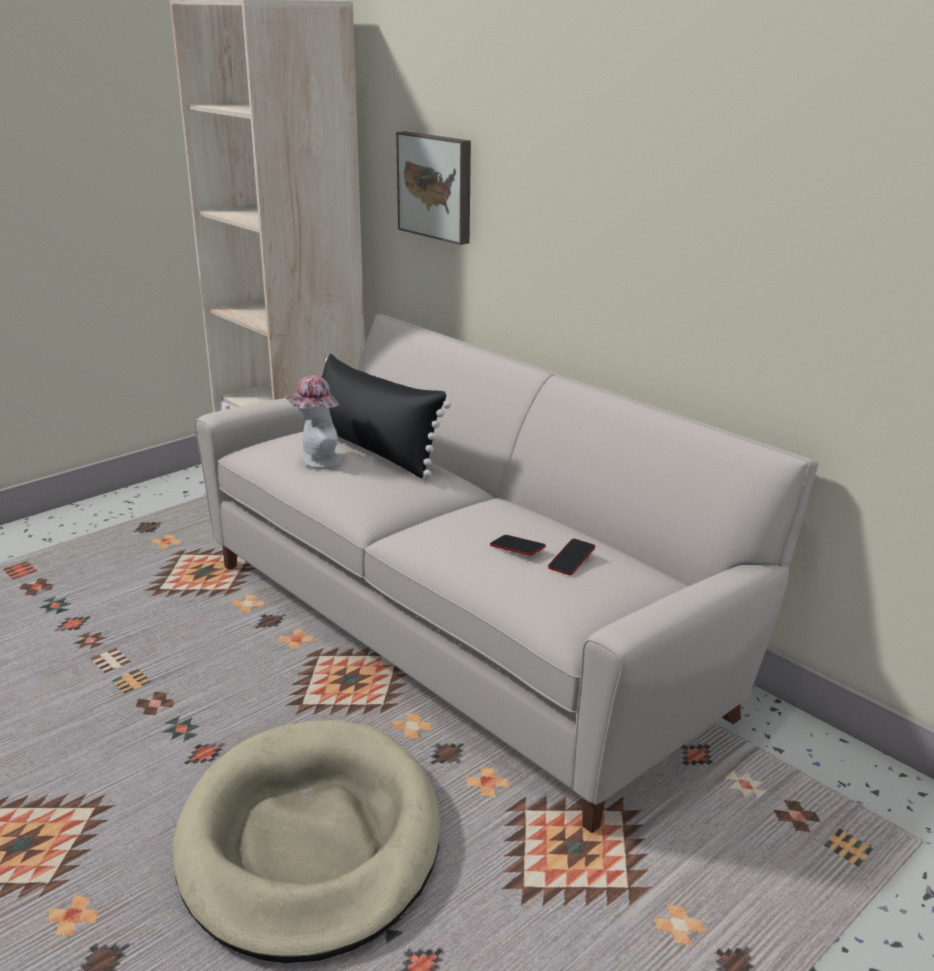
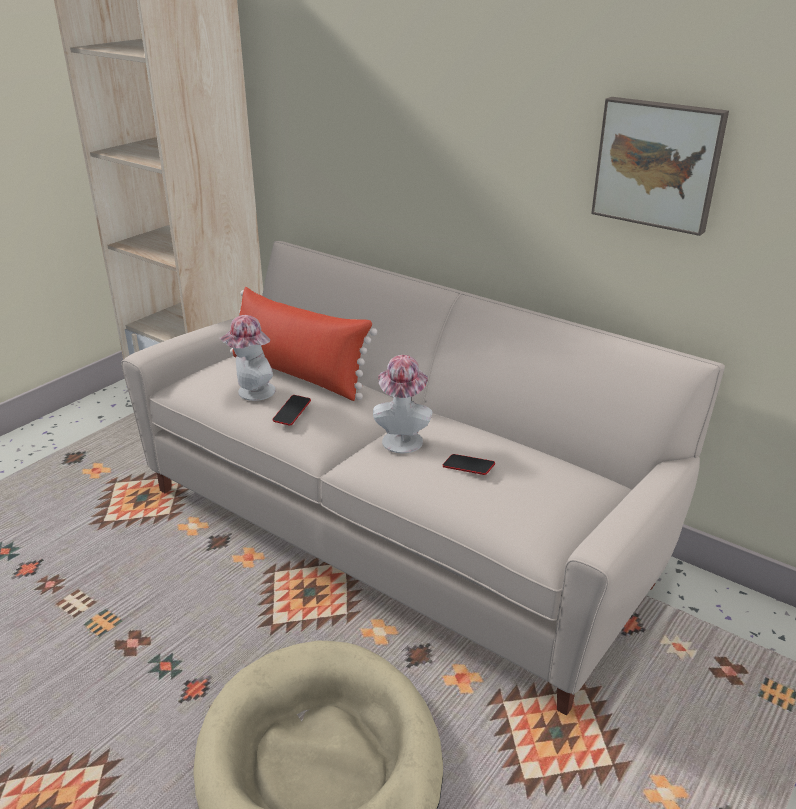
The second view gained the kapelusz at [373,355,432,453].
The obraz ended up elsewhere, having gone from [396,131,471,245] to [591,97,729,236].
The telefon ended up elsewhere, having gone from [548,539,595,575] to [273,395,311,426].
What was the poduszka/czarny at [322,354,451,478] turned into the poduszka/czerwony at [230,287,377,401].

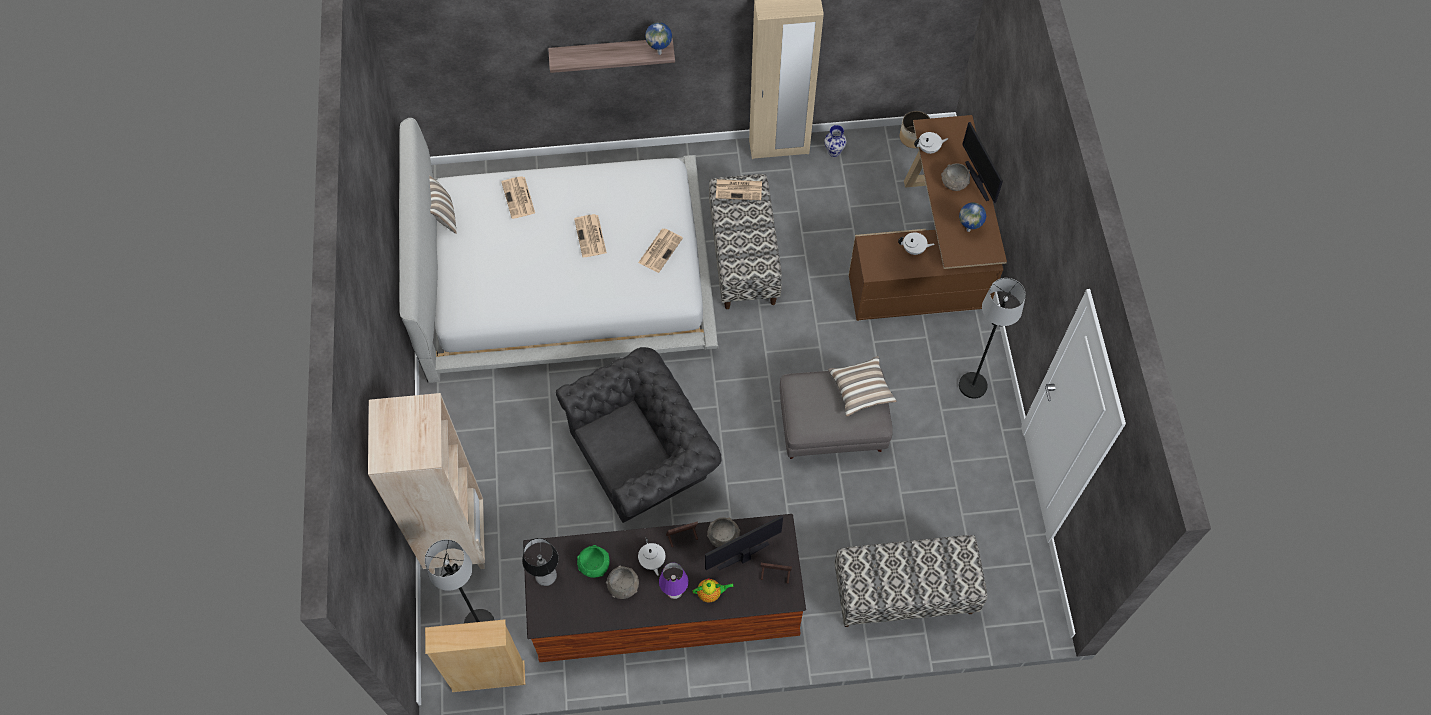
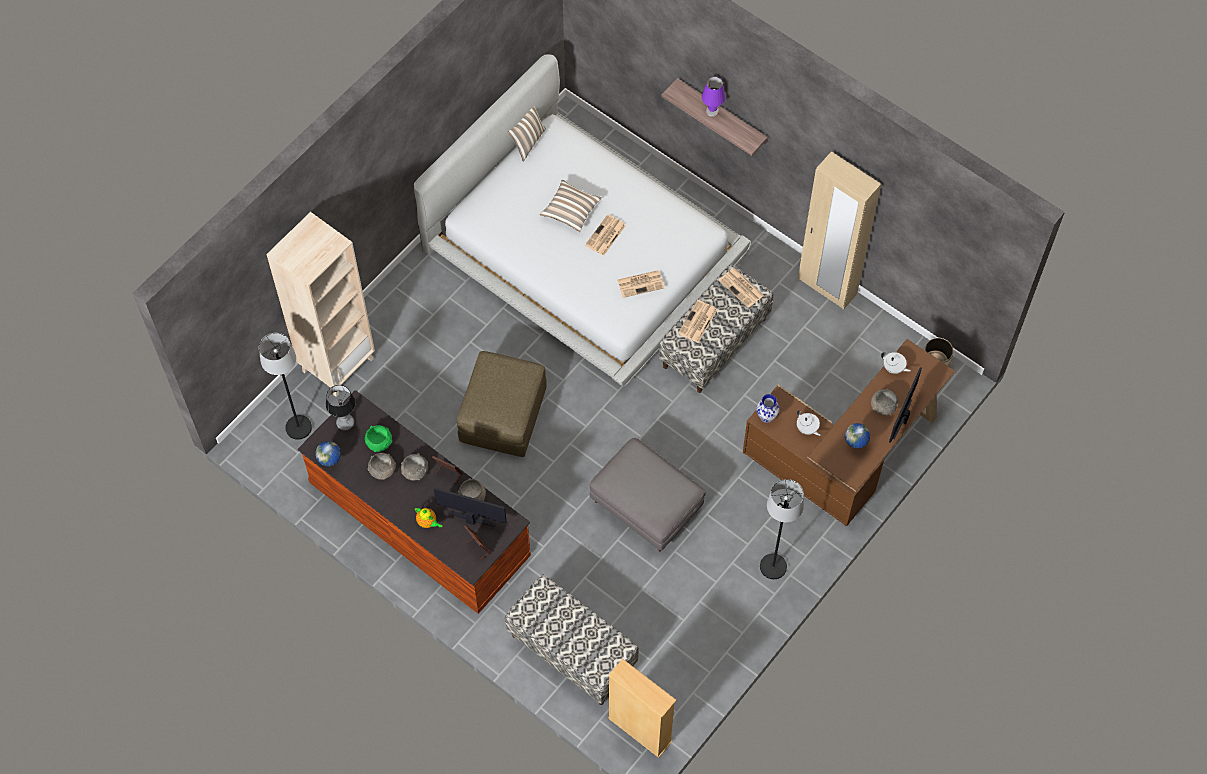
The regał/beżowy ended up elsewhere, having gone from [425,619,525,692] to [608,659,676,758].
The gazeta ended up elsewhere, having gone from [501,176,535,219] to [678,300,717,343].
The globus ended up elsewhere, having gone from [645,22,672,55] to [316,441,341,466].
The lampa stołowa/fioletowy ended up elsewhere, having gone from [659,563,689,599] to [702,77,725,117].
The wazon ended up elsewhere, having gone from [824,125,847,157] to [757,394,780,423].
The poduszka ended up elsewhere, having gone from [828,356,896,417] to [540,179,602,232].
Where the fotel/szary stood at [556,347,722,523], the pufa/brązowy came to stand at [457,351,547,457].
Where the imbryk/biały stood at [638,538,665,576], the miska/szary came to stand at [401,453,428,480].

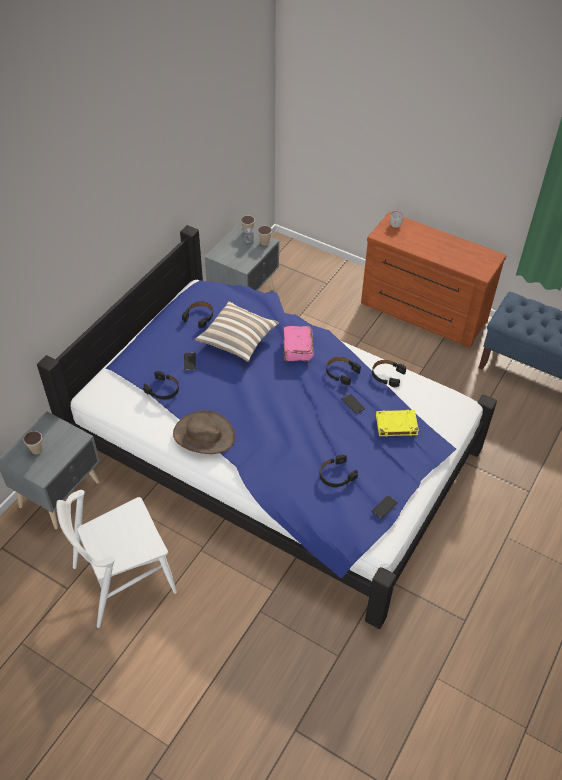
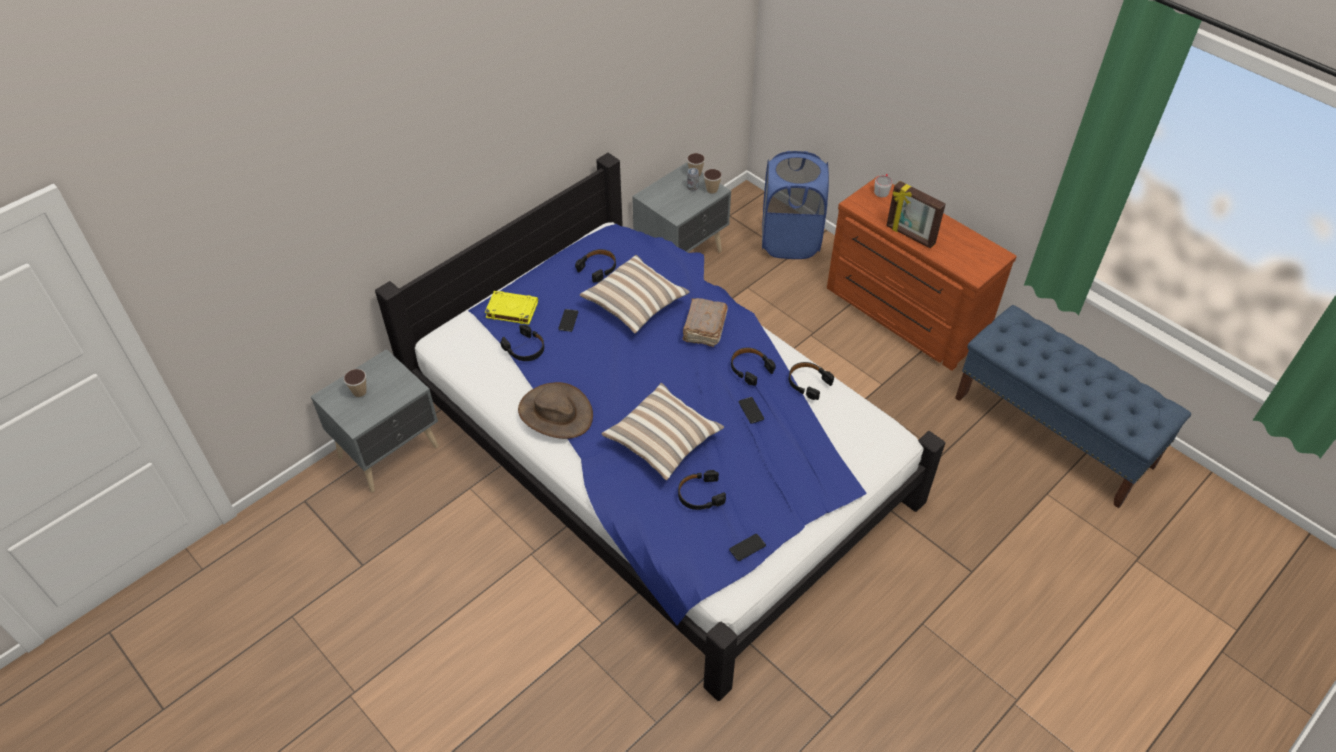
The second view lost the krzesło/biały at [56,490,177,628].
The second view gained the poduszka at [601,383,724,480].
The second view gained the kosz na pranie/niebieski at [762,151,829,259].
The second view gained the ramka na zdjęcie at [886,181,946,249].
The książka/żółty ended up elsewhere, having gone from [376,410,419,437] to [485,291,538,324].
What was the książka/różowy at [283,326,314,361] turned into the książka/brązowy at [682,298,728,347].

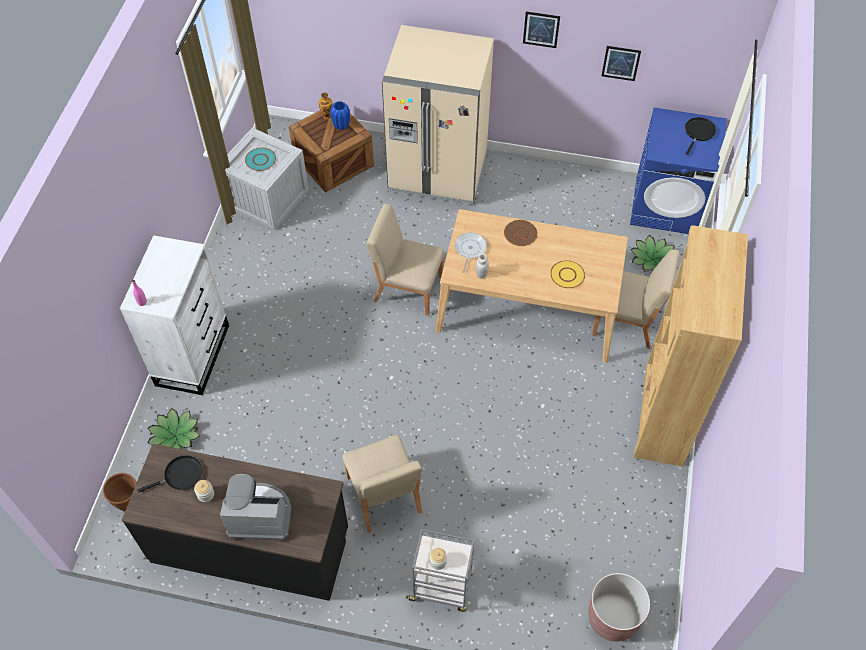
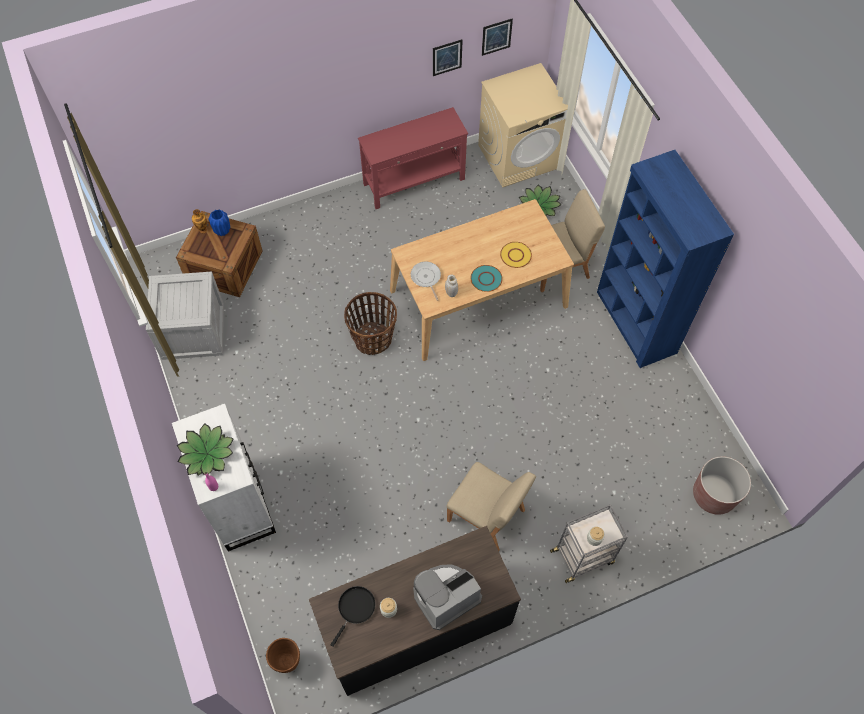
The second view lost the lodówka/beżowy at [382,25,494,205].
The second view lost the talerz/brązowy at [504,220,538,246].
The second view lost the patelnia/czarny at [685,117,716,155].
The second view gained the stolik konsolowy/czerwony at [358,107,468,209].
The roślina doniczkowa ended up elsewhere, having gone from [148,408,200,449] to [177,423,234,475].
The talerz/turkusowy ended up elsewhere, having gone from [245,148,276,171] to [471,265,503,292].
The obraz ended up elsewhere, having gone from [523,11,560,48] to [482,19,513,56].
Where the krzesło/beżowy stood at [367,203,444,316], the koszyk came to stand at [344,292,397,355].
What was the pralka/niebieski at [630,108,727,234] turned into the pralka/beżowy at [478,63,568,187].
What was the regał/brązowy at [634,225,748,467] turned into the regał/niebieski at [597,150,734,368].

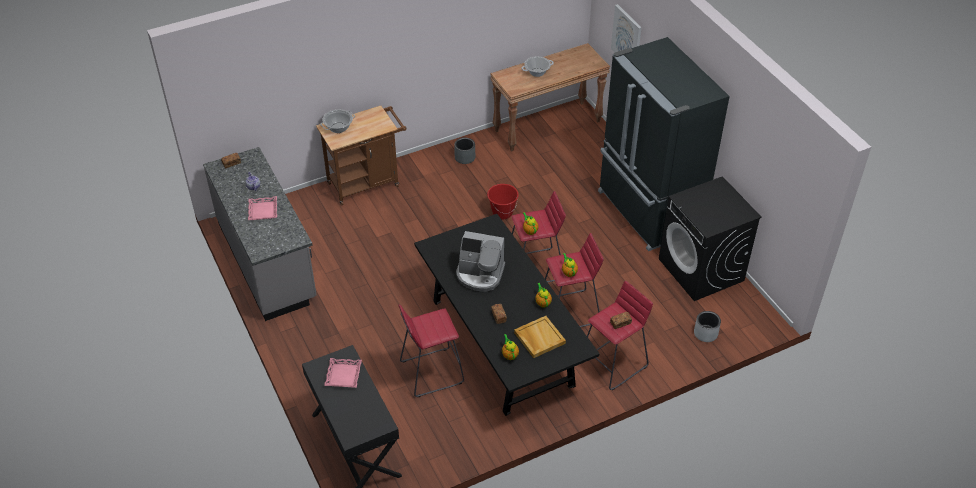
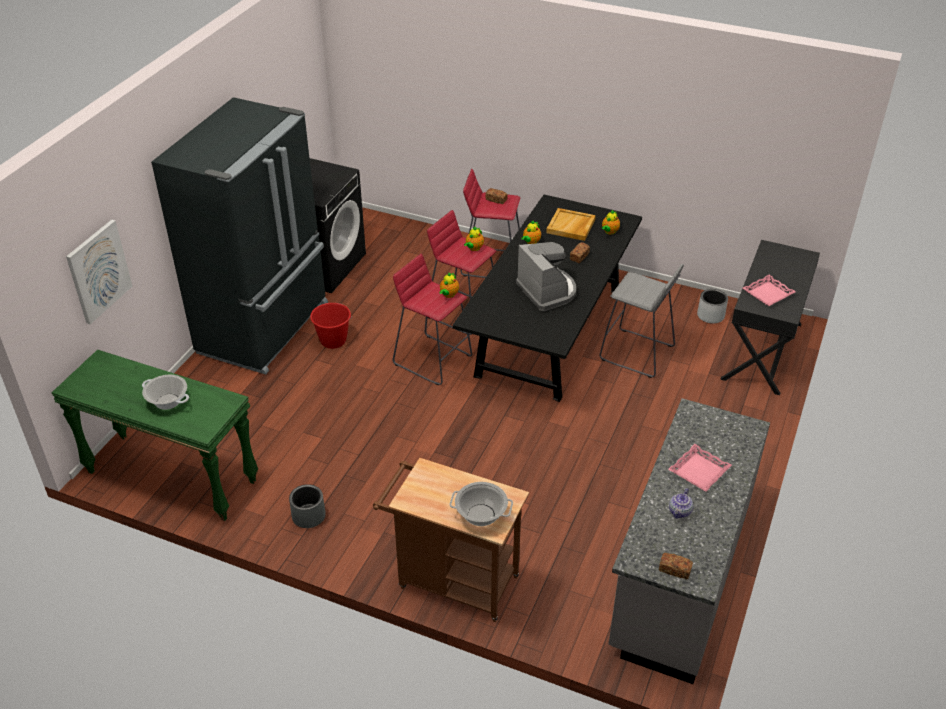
The wiadro/czerwony ended up elsewhere, having gone from [487,184,519,220] to [310,303,352,349].
The donica/szary ended up elsewhere, having gone from [694,311,721,342] to [697,289,728,324].
What was the stołek/czerwony at [399,304,464,397] turned into the stołek/szary at [600,264,684,378].
What was the stolik konsolowy/brązowy at [490,43,610,152] turned into the stolik konsolowy/zielony at [52,350,258,521].

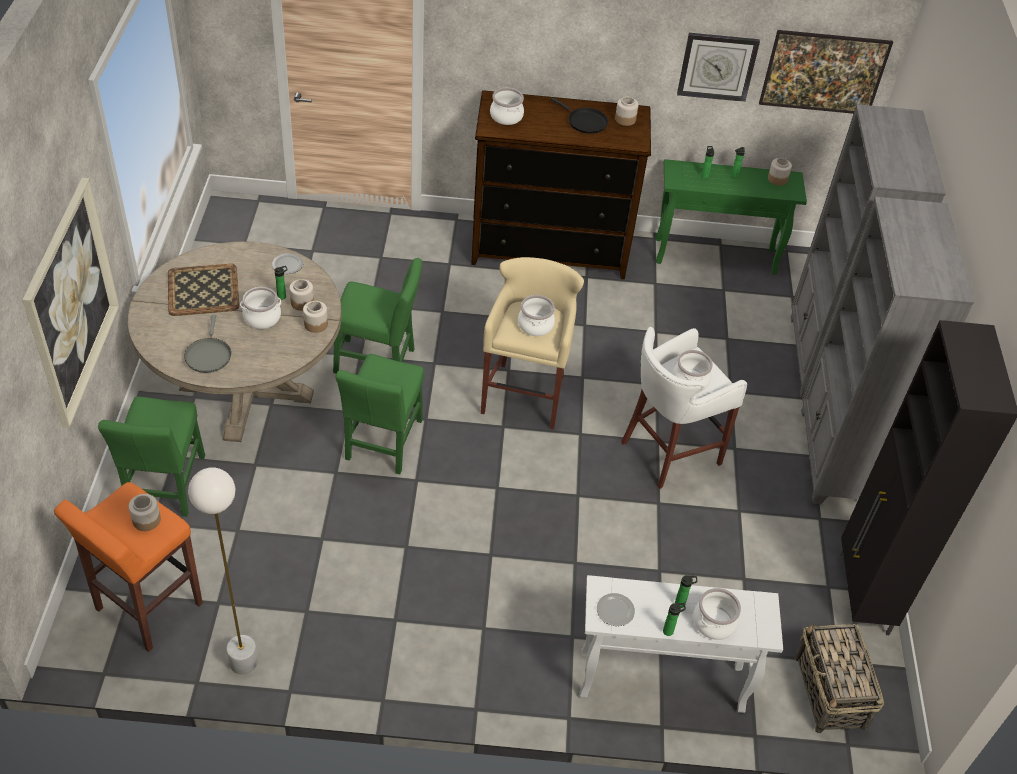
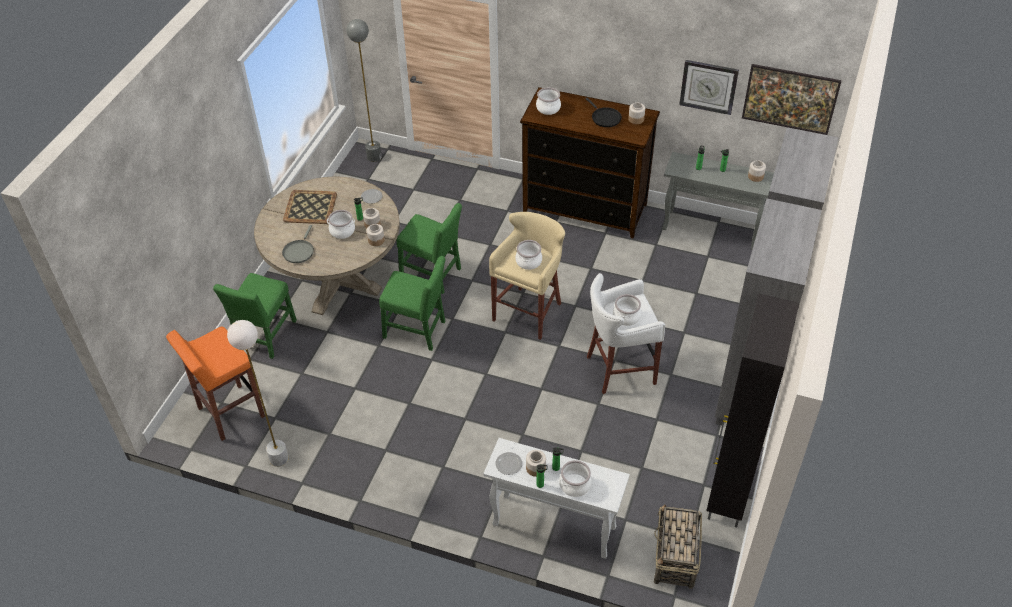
The second view lost the obraz at [22,178,119,428].
The second view gained the lampa stojąca/szary at [346,19,382,162].
The słoik ended up elsewhere, having gone from [129,494,161,531] to [526,450,546,477].
What was the stolik konsolowy/zielony at [656,159,807,275] turned into the stolik konsolowy/szary at [662,152,774,249].
The krzesło/zielony at [336,354,424,475] ended up facing another way, 105 degrees counterclockwise from before.

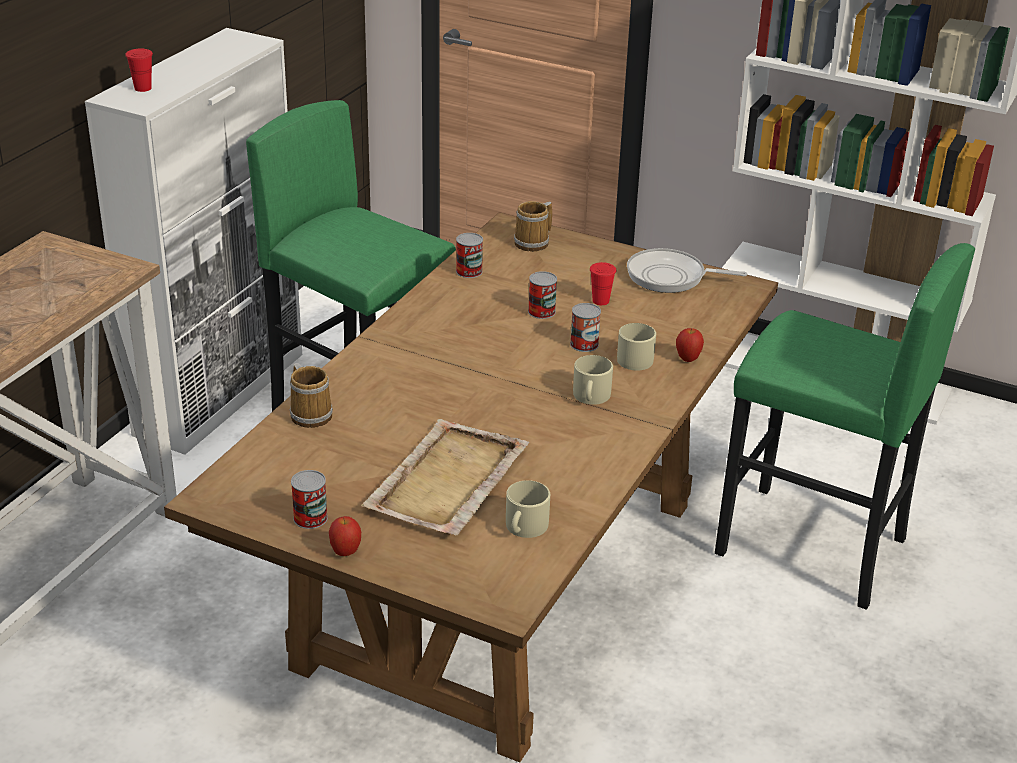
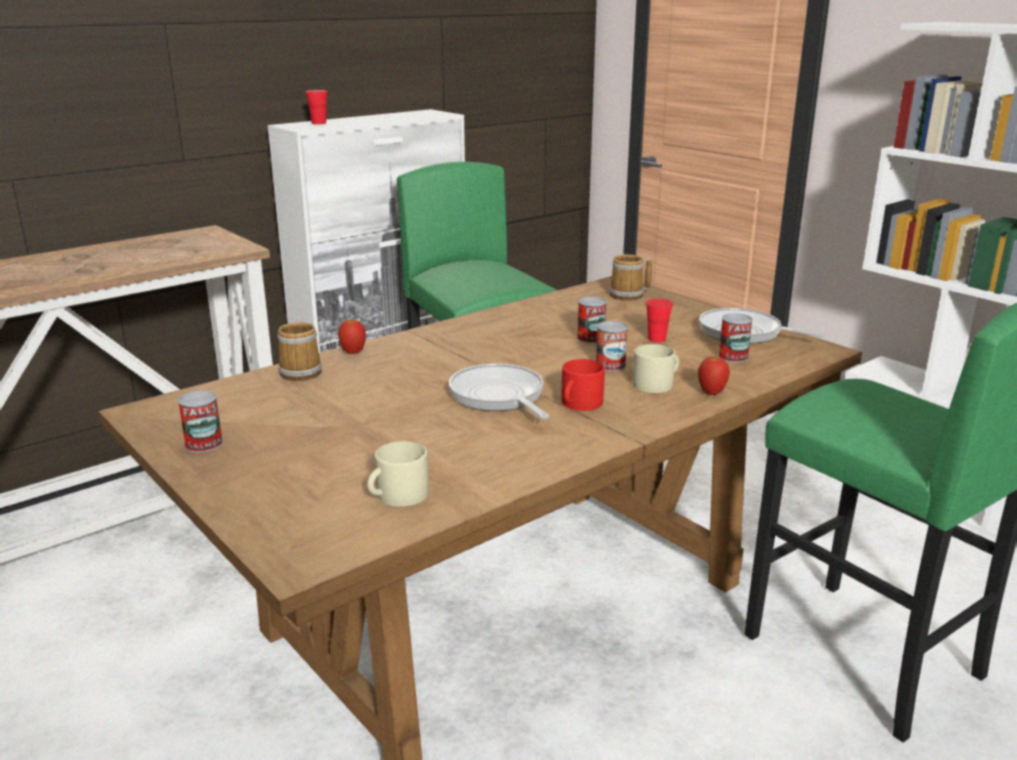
The second view lost the taca/beżowy at [361,419,529,535].
The second view gained the patelnia at [449,364,549,419].
The jabłko ended up elsewhere, having gone from [329,516,361,556] to [338,318,366,354].
The puszka ended up elsewhere, having gone from [456,233,483,278] to [718,313,753,363].
What was the kubek/beżowy at [573,355,613,405] turned into the kubek/czerwony at [562,359,605,411].

